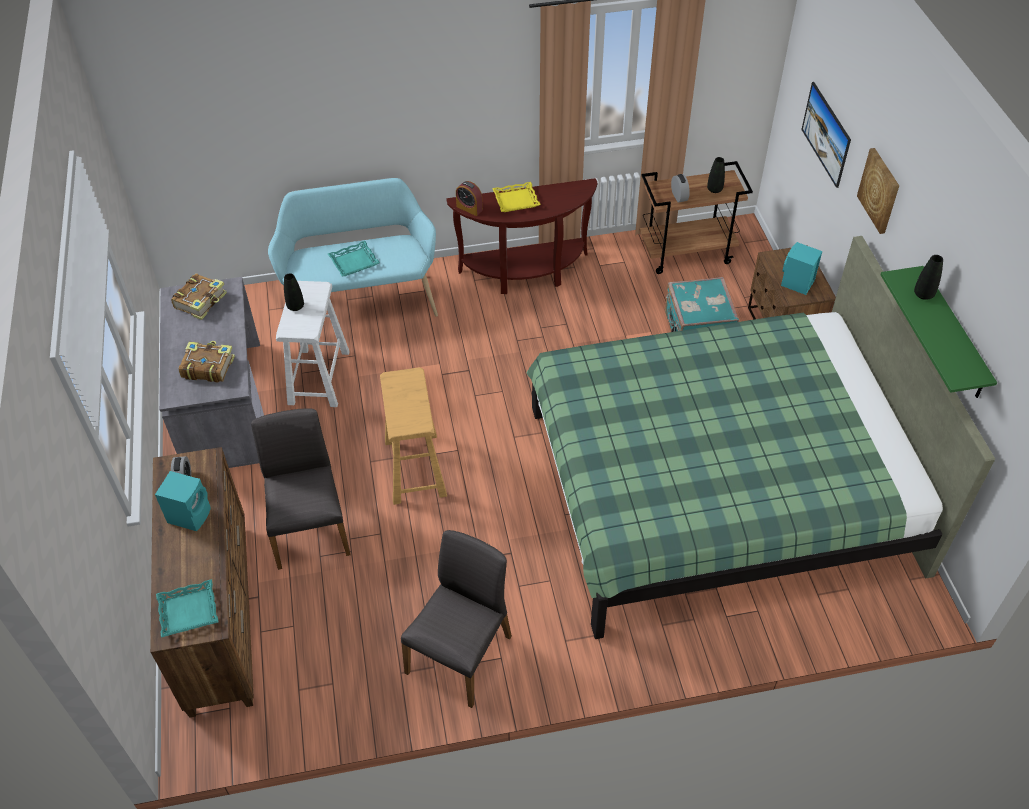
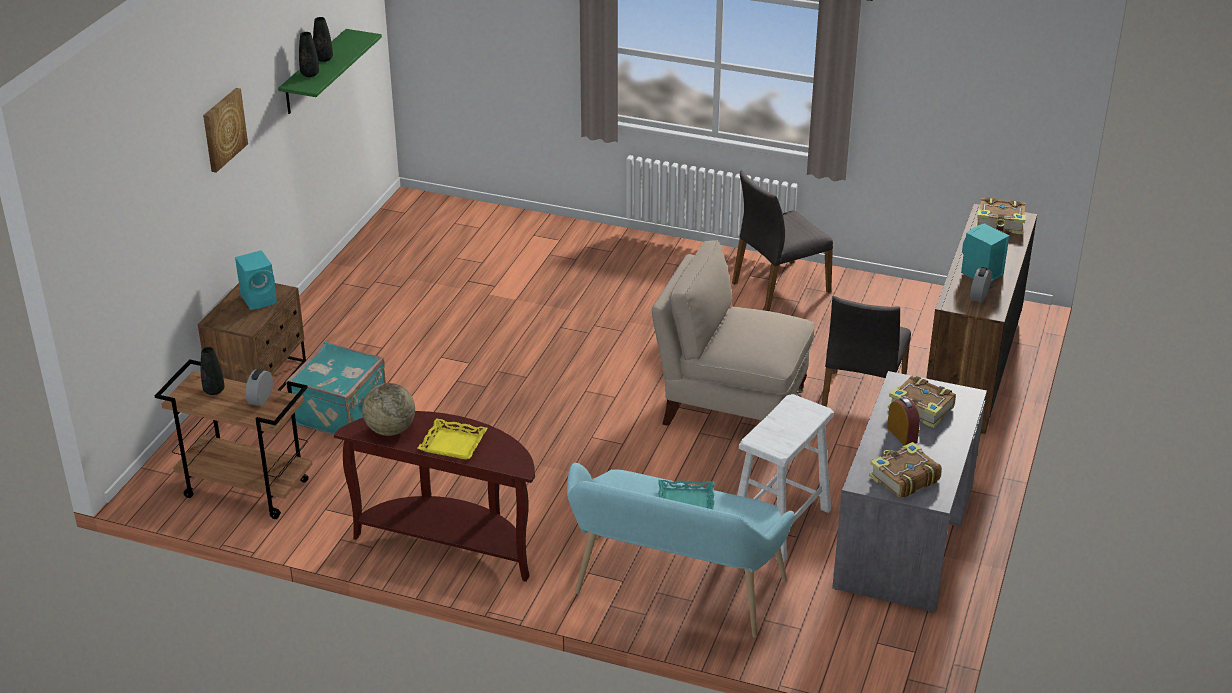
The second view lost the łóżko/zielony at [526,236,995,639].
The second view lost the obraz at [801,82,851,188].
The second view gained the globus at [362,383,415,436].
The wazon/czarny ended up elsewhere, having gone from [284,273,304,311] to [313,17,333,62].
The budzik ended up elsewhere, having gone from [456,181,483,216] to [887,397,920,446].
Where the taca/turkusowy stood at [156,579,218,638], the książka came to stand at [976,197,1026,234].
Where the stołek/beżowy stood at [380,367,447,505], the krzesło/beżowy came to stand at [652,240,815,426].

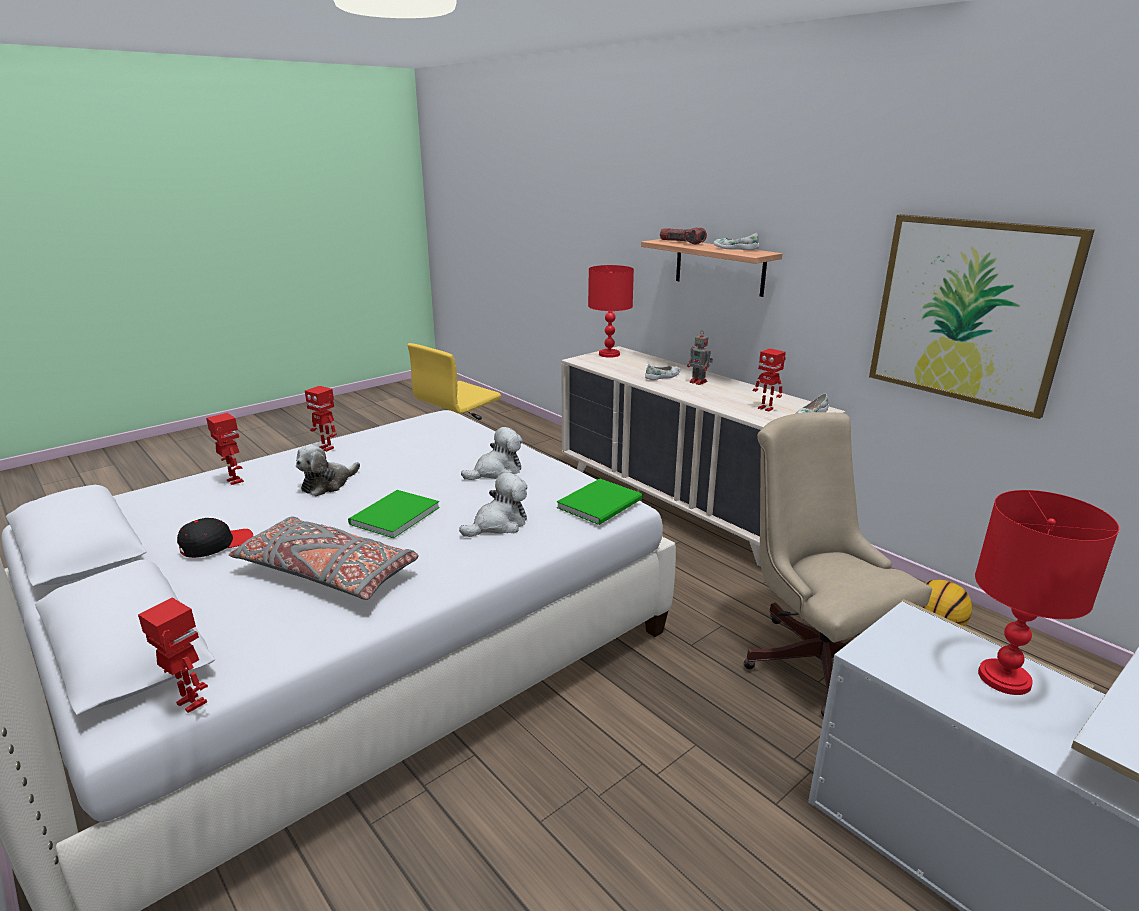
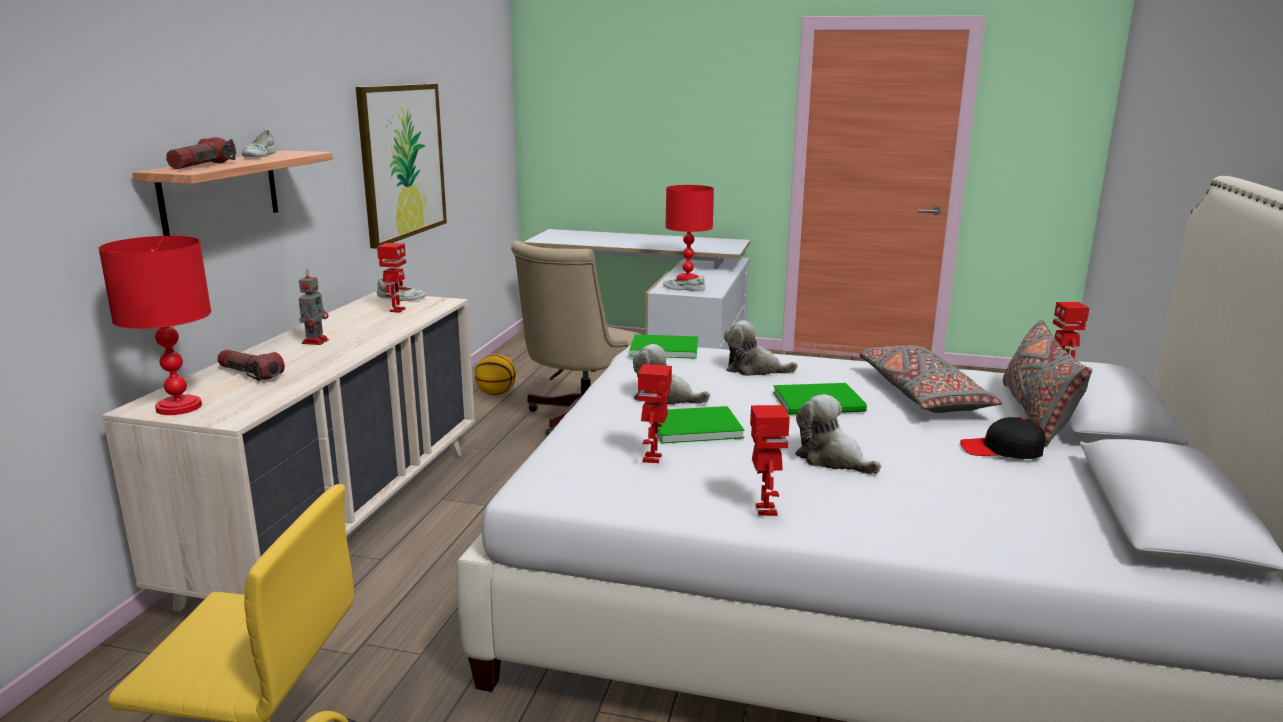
The second view gained the latarka at [217,350,285,381].
The second view gained the książka/zielony at [653,406,745,444].
The second view gained the poduszka/szary at [1003,320,1092,447].
The robot zabawkowy ended up elsewhere, having gone from [206,413,244,485] to [638,364,672,463].
The but/biały ended up elsewhere, having gone from [645,364,680,380] to [663,275,705,291].
The pluszak at [296,445,360,496] ended up facing another way, 135 degrees counterclockwise from before.

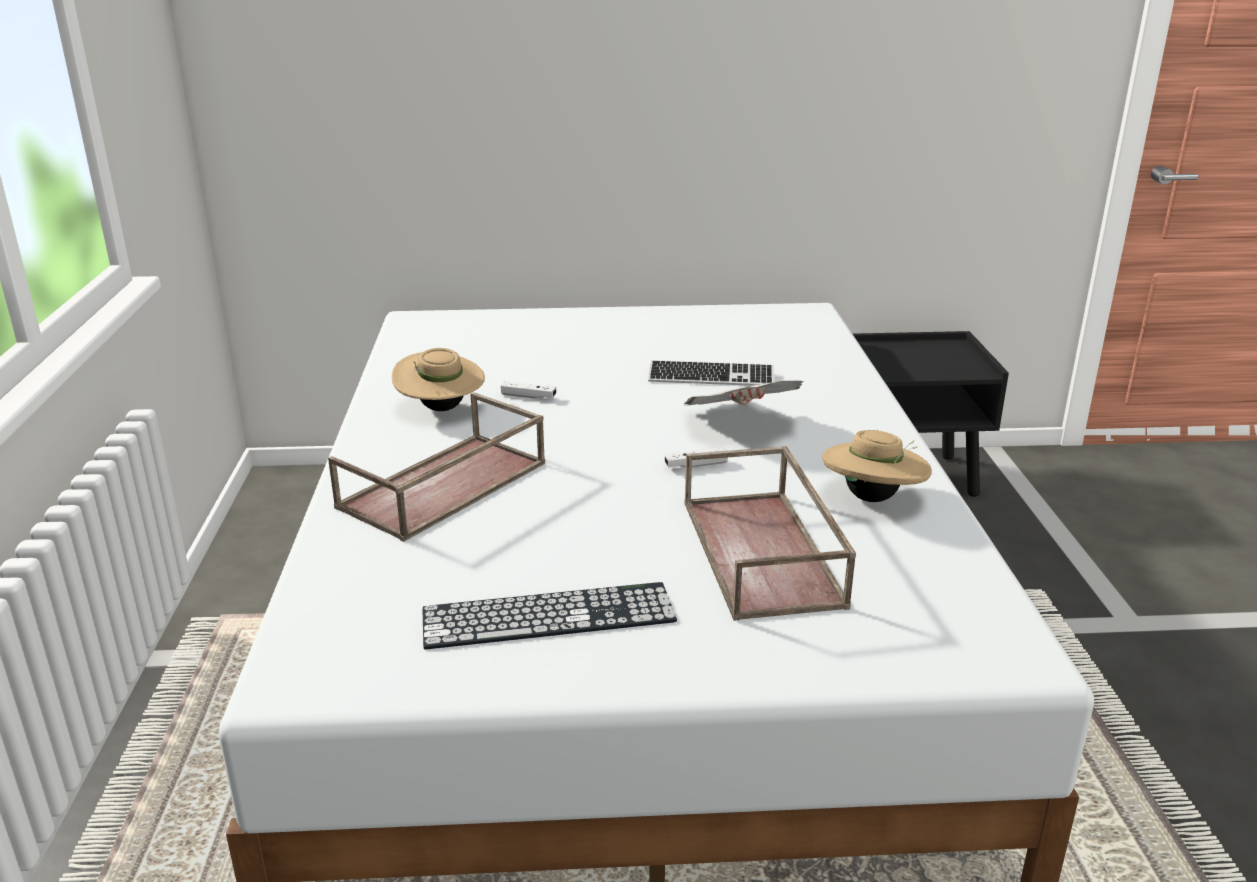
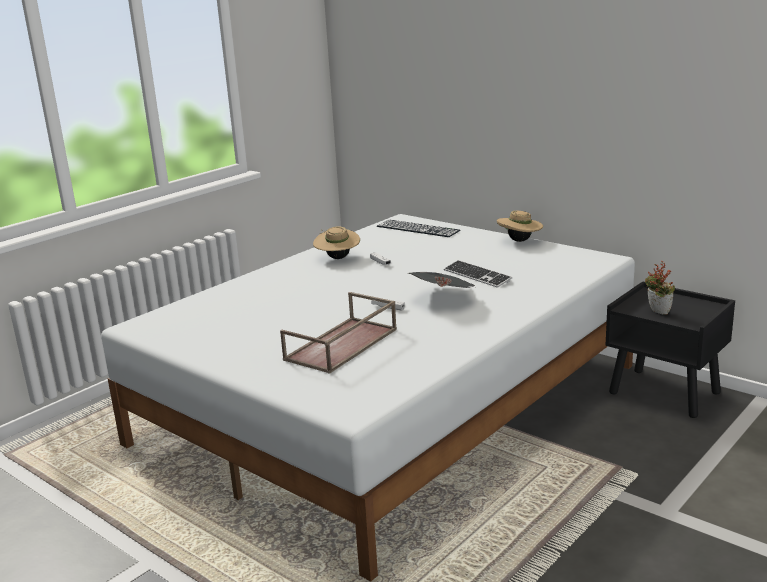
The second view lost the taca/brązowy at [328,392,545,542].
The second view gained the roślina doniczkowa at [645,261,675,315].
The klawiatura ended up elsewhere, having gone from [423,582,677,650] to [377,220,460,237].
The kapelusz/beżowy ended up elsewhere, having gone from [822,430,932,502] to [497,211,543,242].

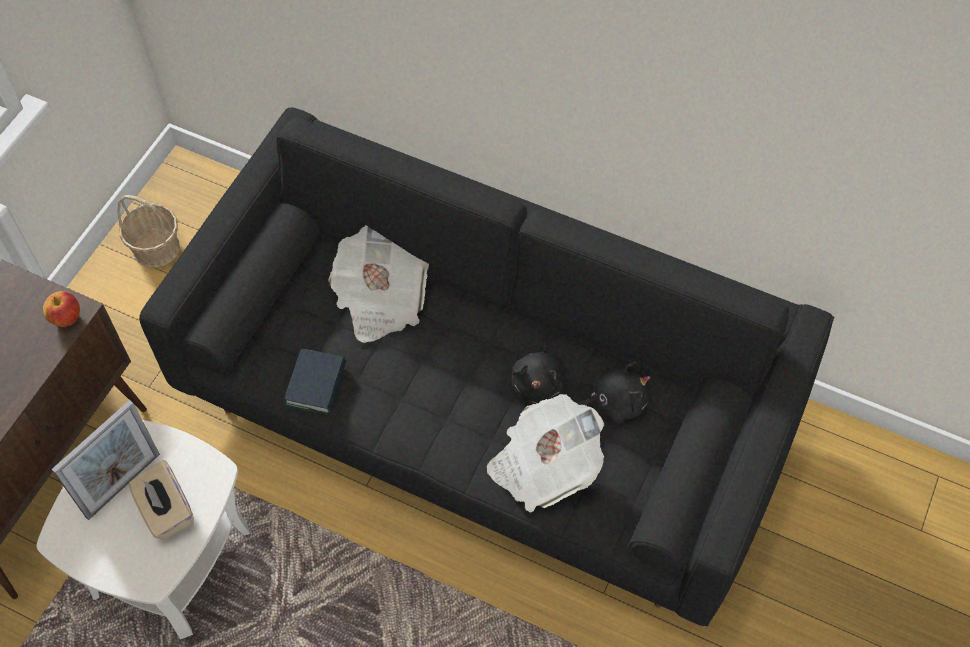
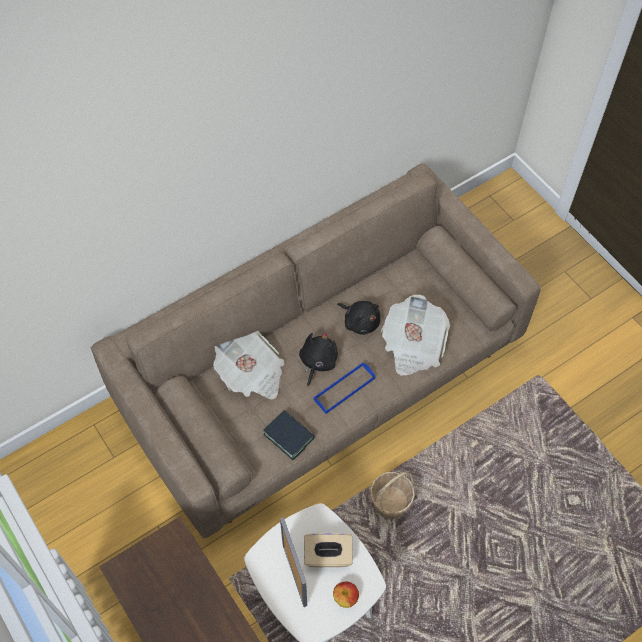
The second view gained the taca/niebieski at [314,362,375,414].
The jabłko ended up elsewhere, having gone from [43,291,80,327] to [333,582,359,608].
The koszyk ended up elsewhere, having gone from [117,195,180,268] to [370,471,415,519].
The pluszak/czarny ended up elsewhere, having gone from [576,361,650,423] to [299,332,338,386].
What was the kanapa/czarny at [139,107,834,626] turned into the kanapa/beżowy at [91,163,541,539].

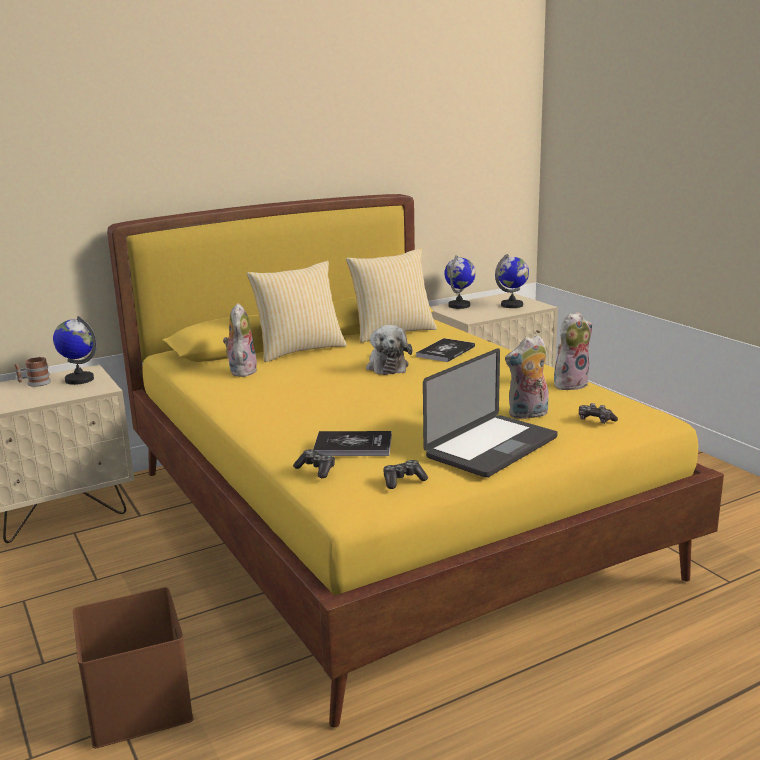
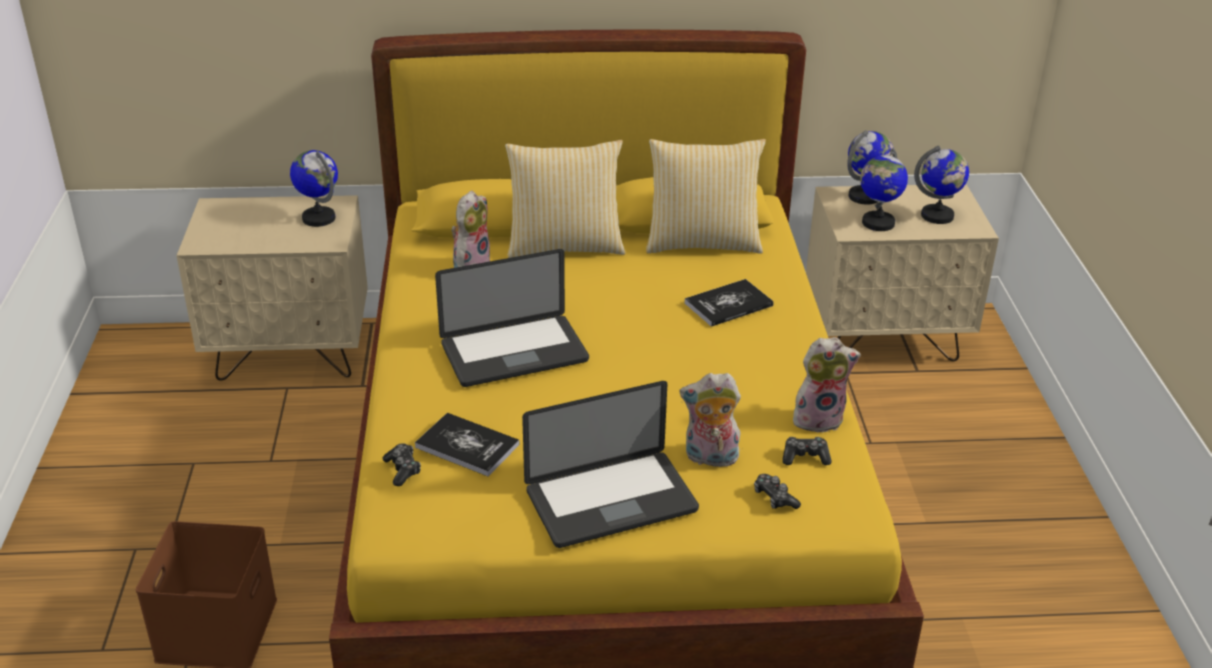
The second view lost the kubek at [14,357,51,387].
The second view lost the pluszak at [366,325,412,375].
The second view gained the laptop at [435,249,589,387].
The second view gained the globus at [860,148,908,231].
The pad do gier ended up elsewhere, having gone from [384,460,428,489] to [782,437,832,465].

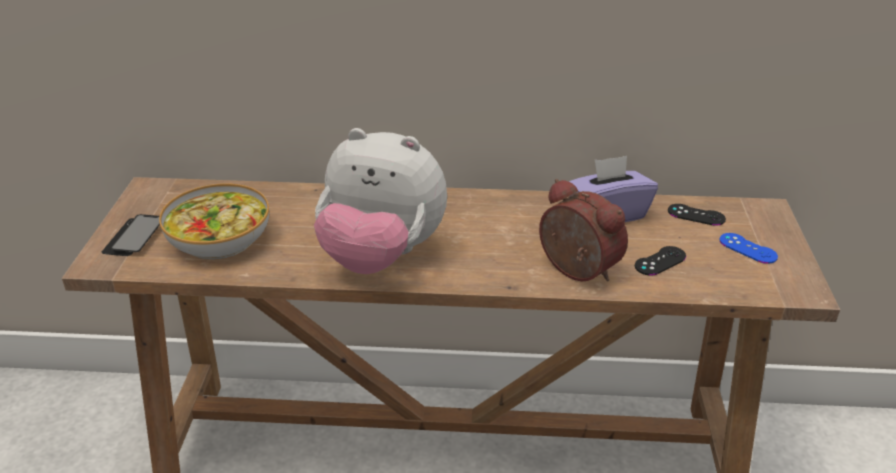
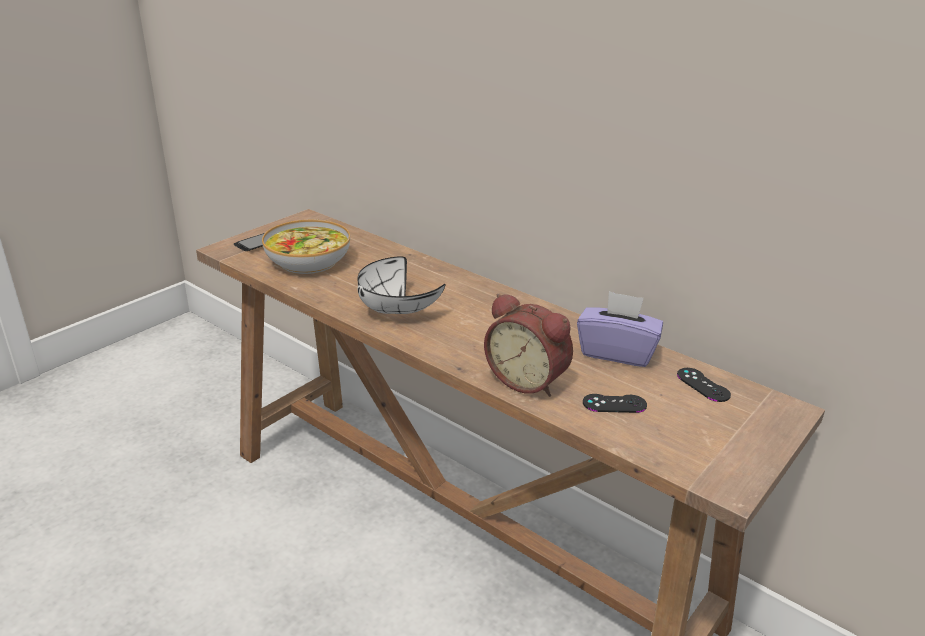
The second view lost the pad do gier/niebieski at [719,233,778,264].
Where the pluszak stood at [314,128,447,274], the miska/biały came to stand at [358,256,446,314].
The budzik at [539,179,628,281] ended up facing another way, 135 degrees clockwise from before.

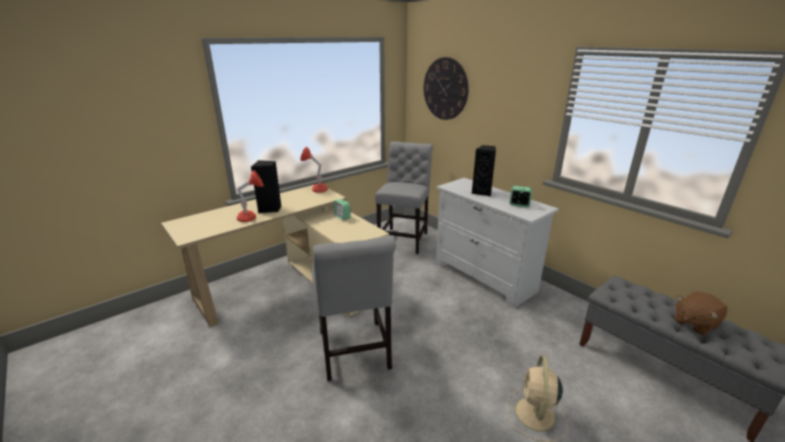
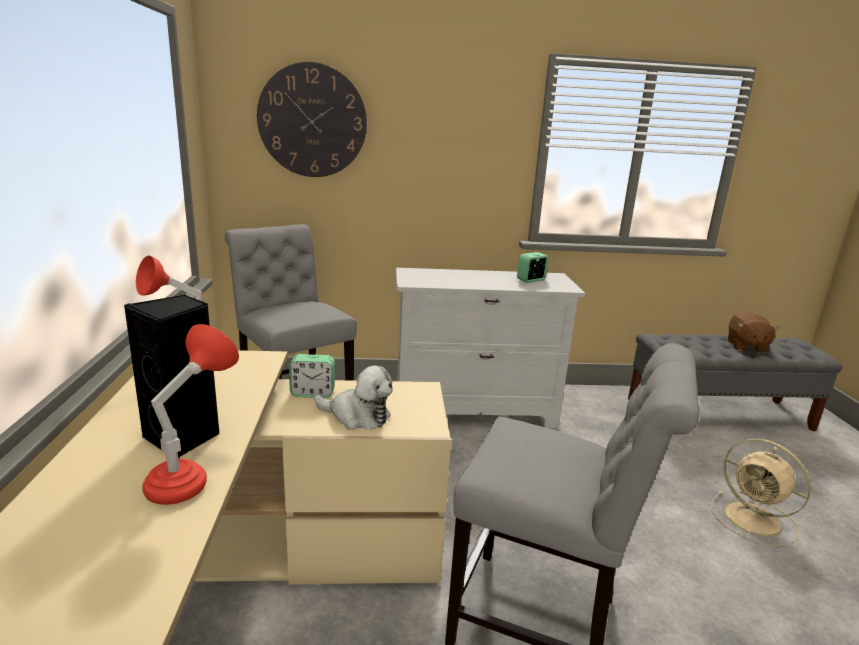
The second view lost the głośnik/czarny at [472,145,496,196].
The second view gained the pluszak at [314,365,393,430].

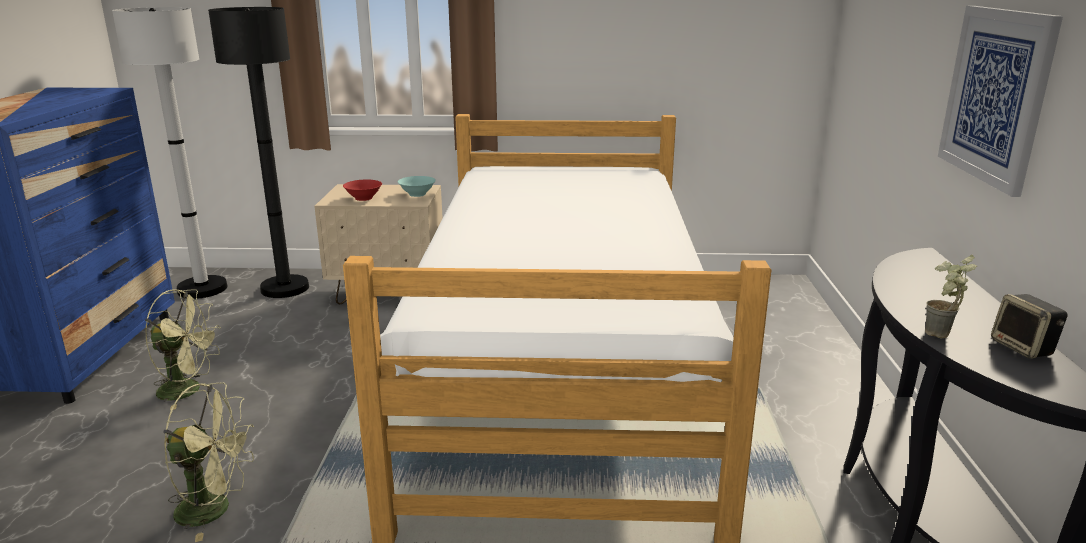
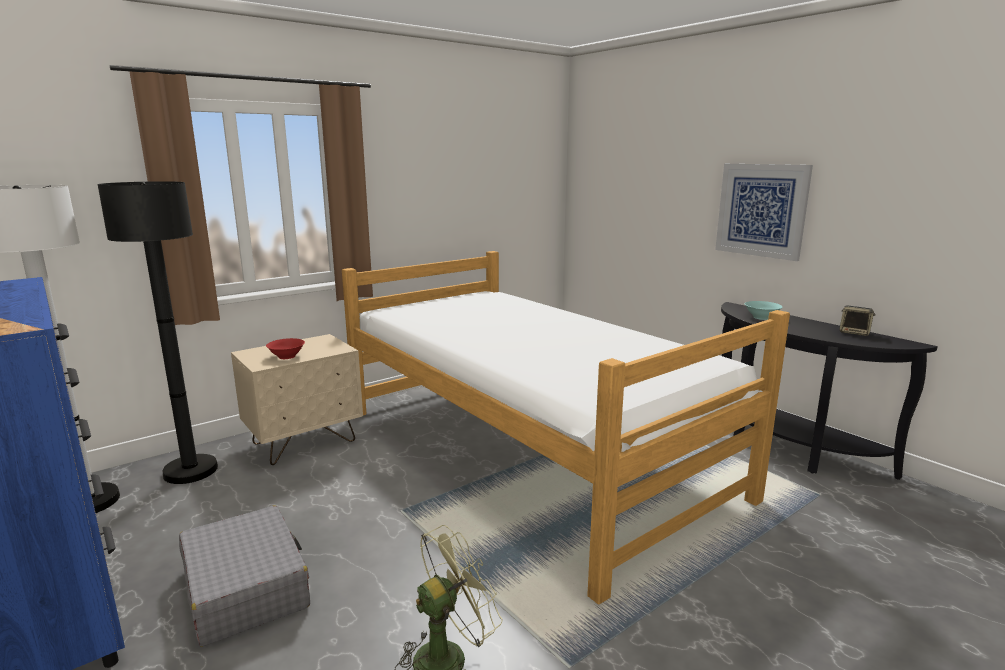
The second view lost the roślina doniczkowa at [925,255,977,338].
The miska/turkusowy ended up elsewhere, having gone from [398,176,436,197] to [745,301,782,320].
Where the wentylator/zielony stood at [145,289,221,410], the walizka/szary came to stand at [179,505,310,647].

